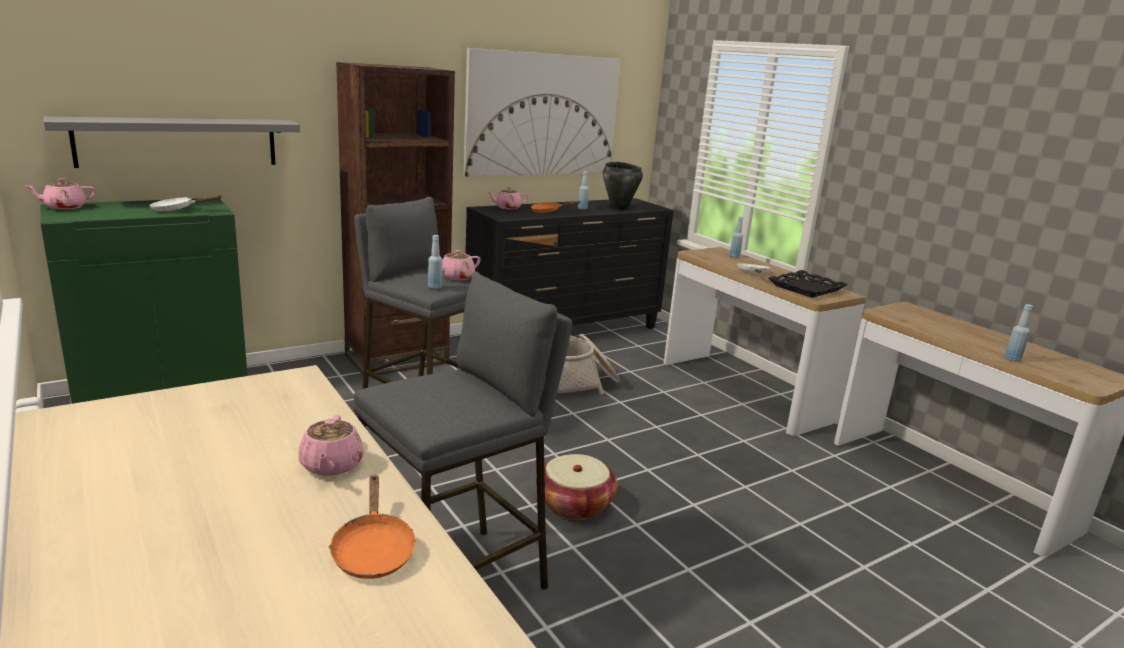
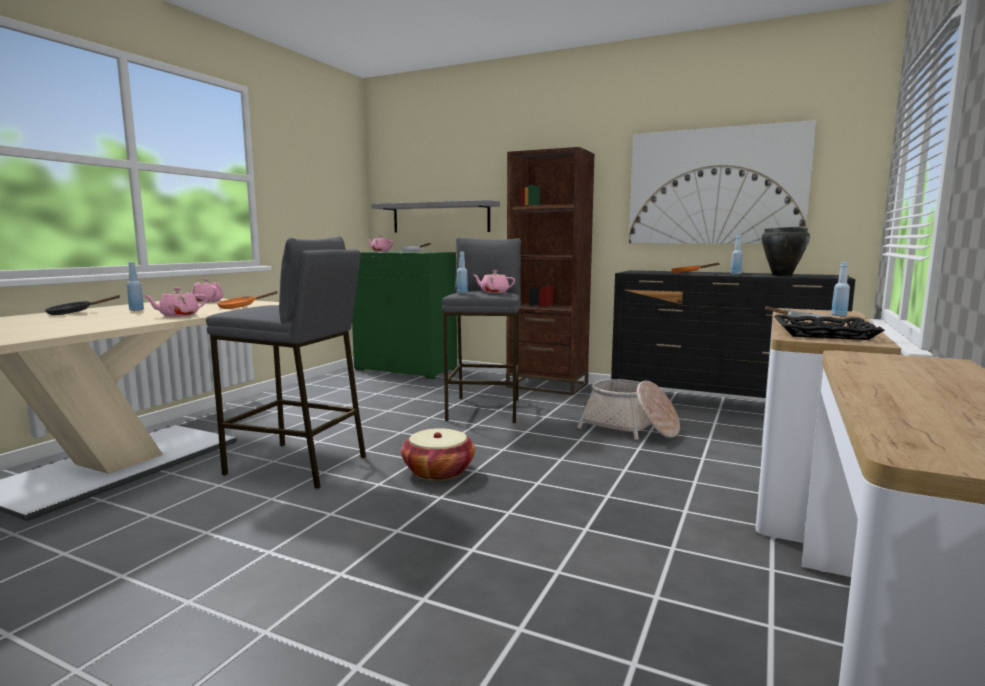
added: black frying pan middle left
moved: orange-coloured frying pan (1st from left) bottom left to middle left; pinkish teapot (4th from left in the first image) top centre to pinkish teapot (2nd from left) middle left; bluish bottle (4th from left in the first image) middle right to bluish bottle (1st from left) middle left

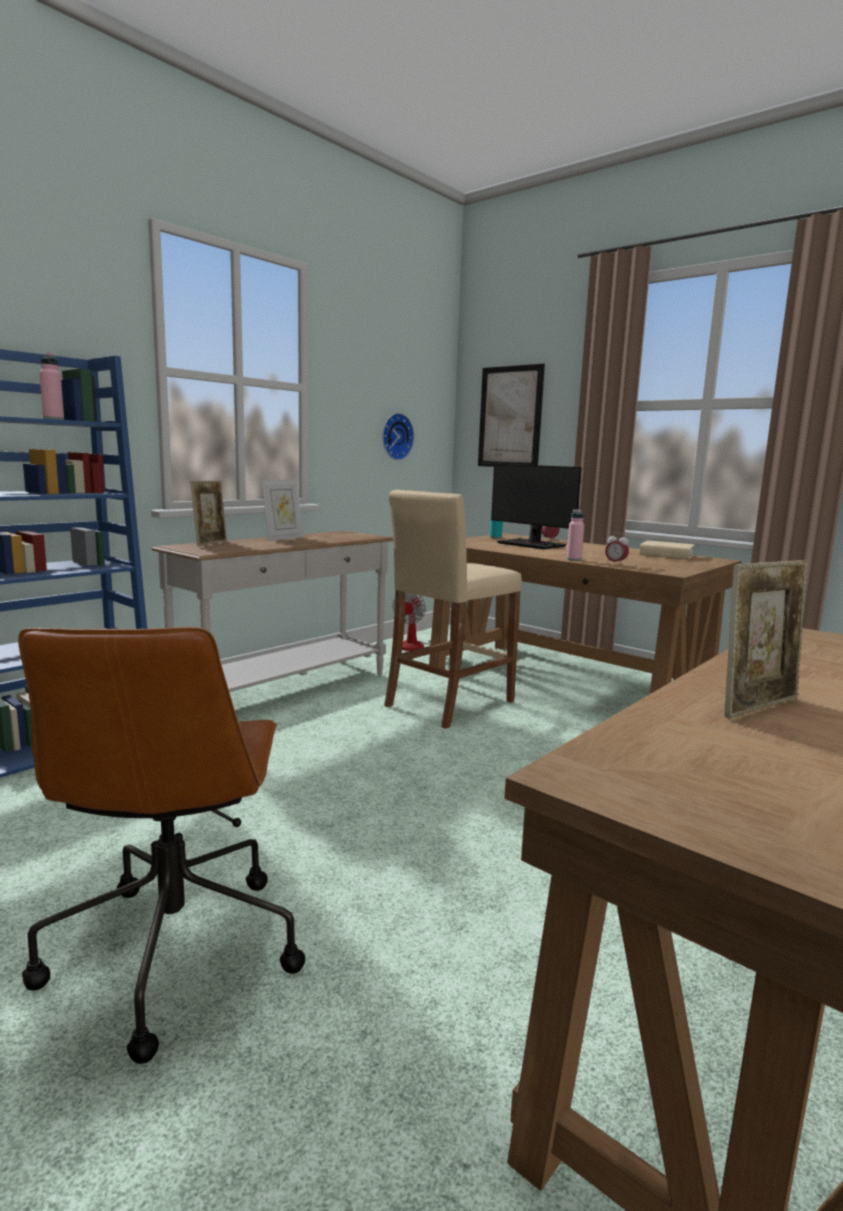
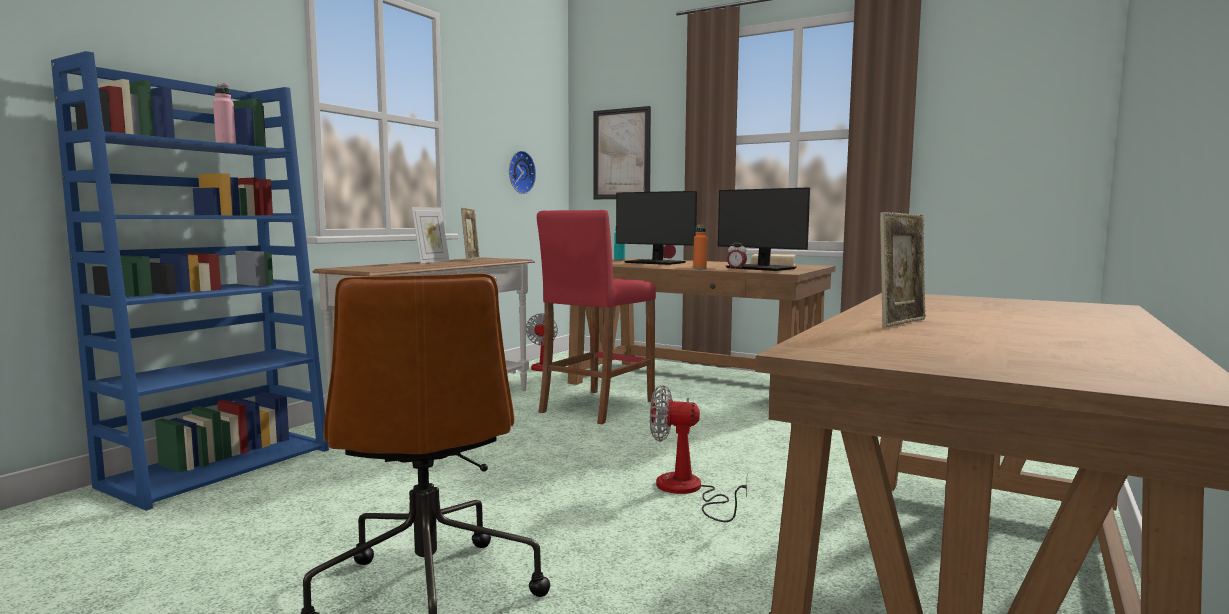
added: fan (2nd from left) bottom centre; monitor (2nd from left) centre
moved: photo frame (1st from left in the first image) middle left to photo frame (2nd from left) centre
recoloured: beige sitting stool centre to red-coloured sitting stool centre; pinkish bottle (2nd from left) middle right to orange-coloured bottle centre

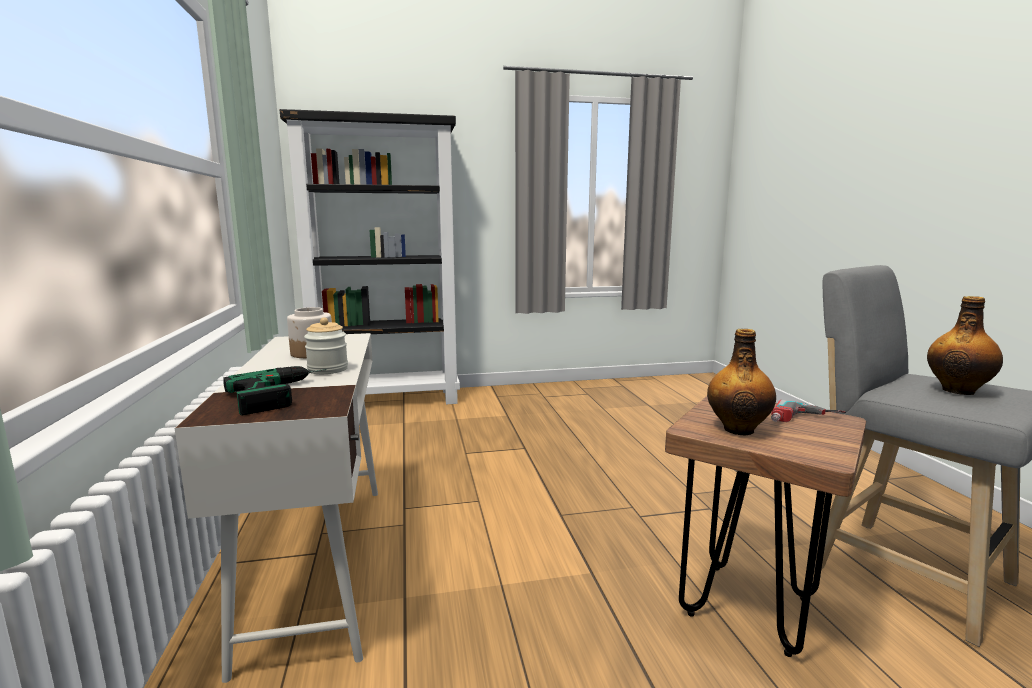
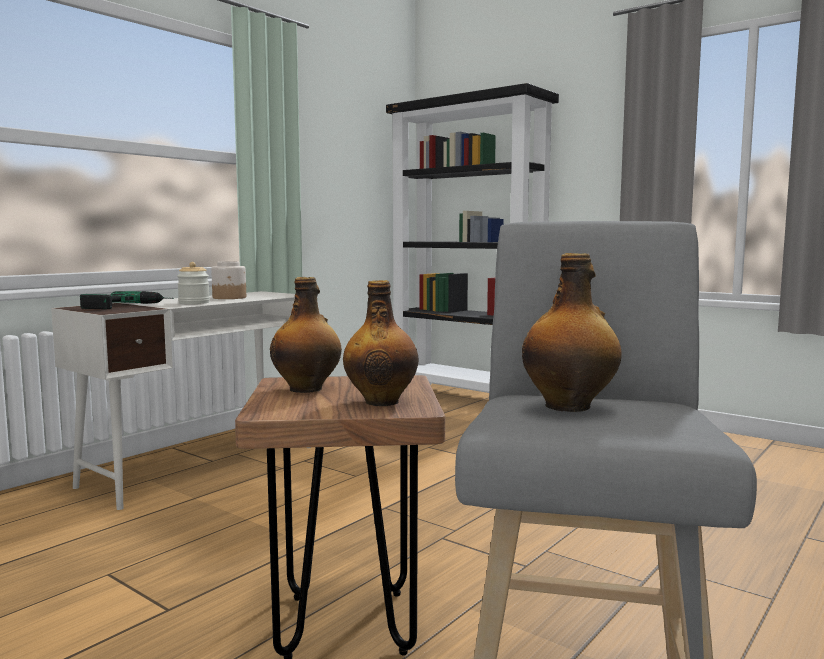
replaced: power drill (2nd from left) middle right to bottle (2nd from left) centre

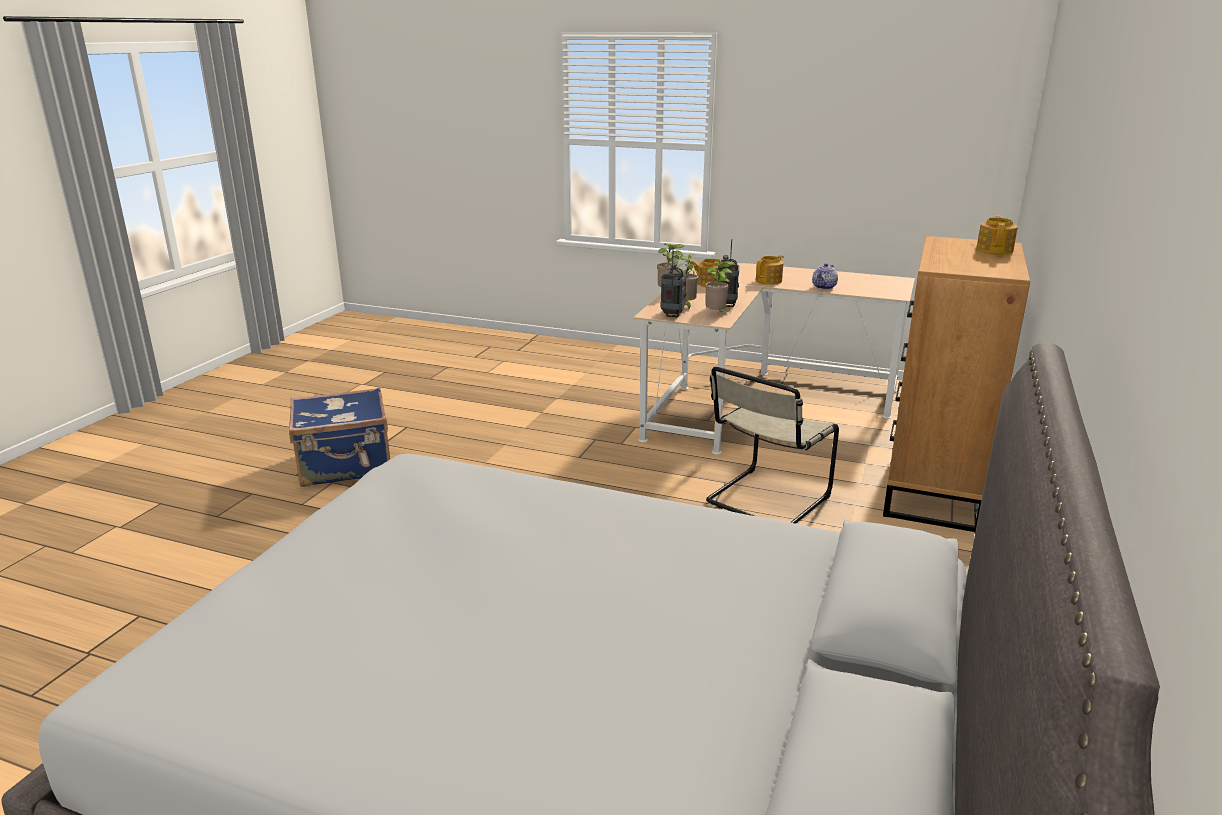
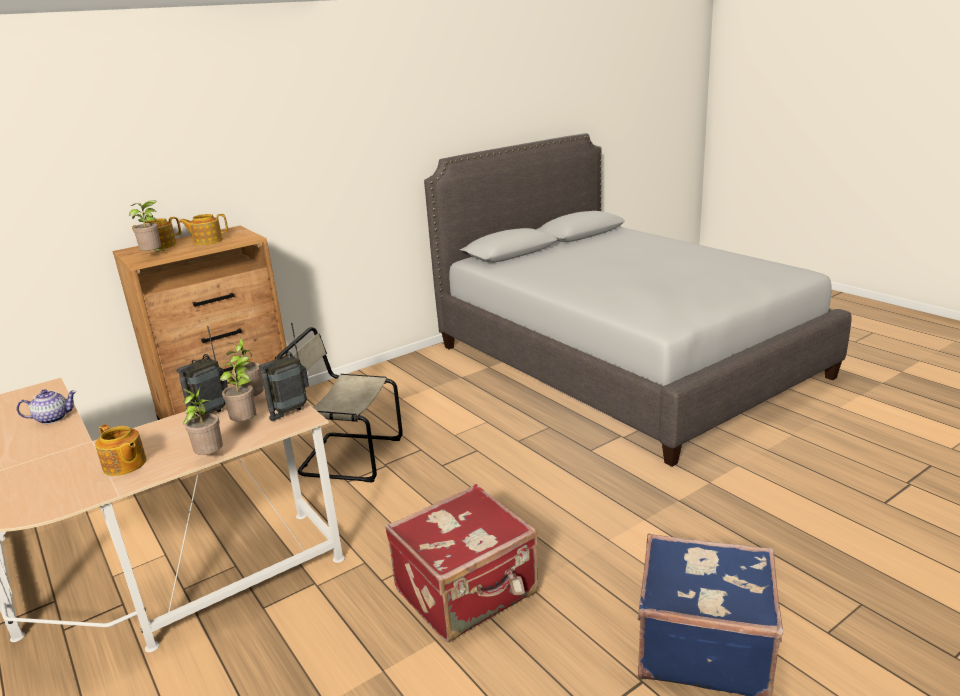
added: houseplant (1st from left) top left; red-coloured travel case bottom centre
moved: teapot (2nd from left in the first image) top centre to teapot (4th from left) top left
turned: beige upright chair centre = centre 150 degrees counterclockwise

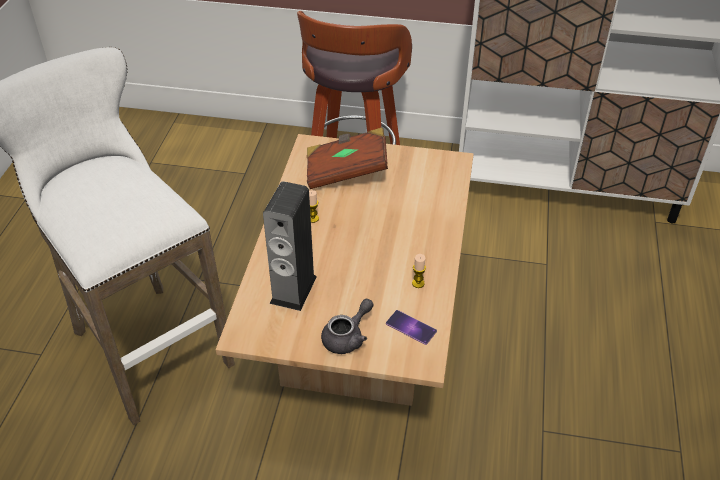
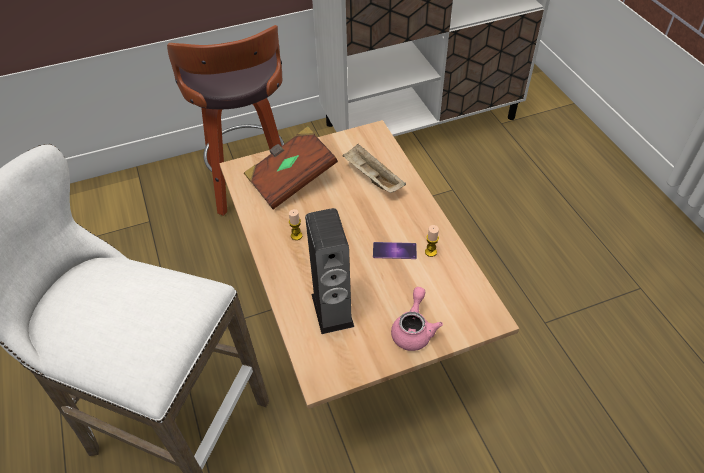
added: beige tray centre
moved: telephone bottom centre to centre
recoloured: grey teapot bottom centre to pinkish teapot bottom centre

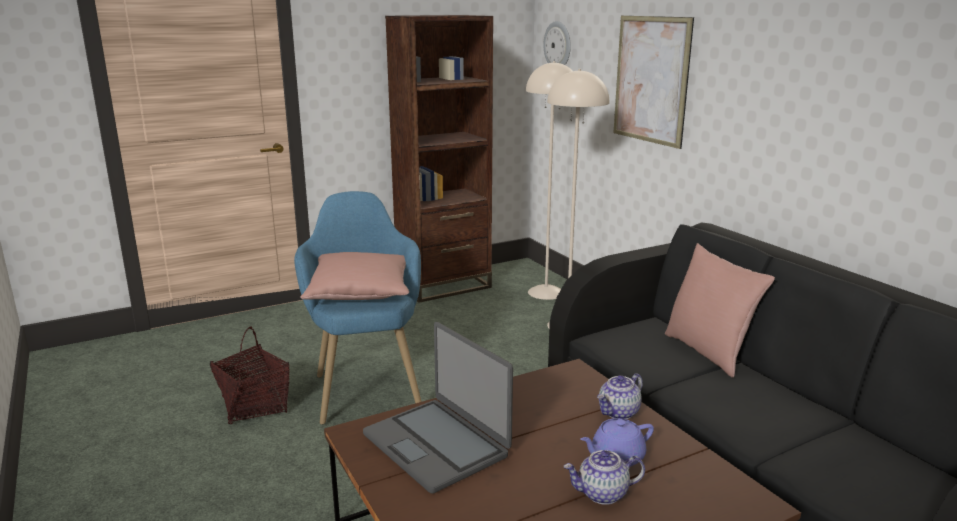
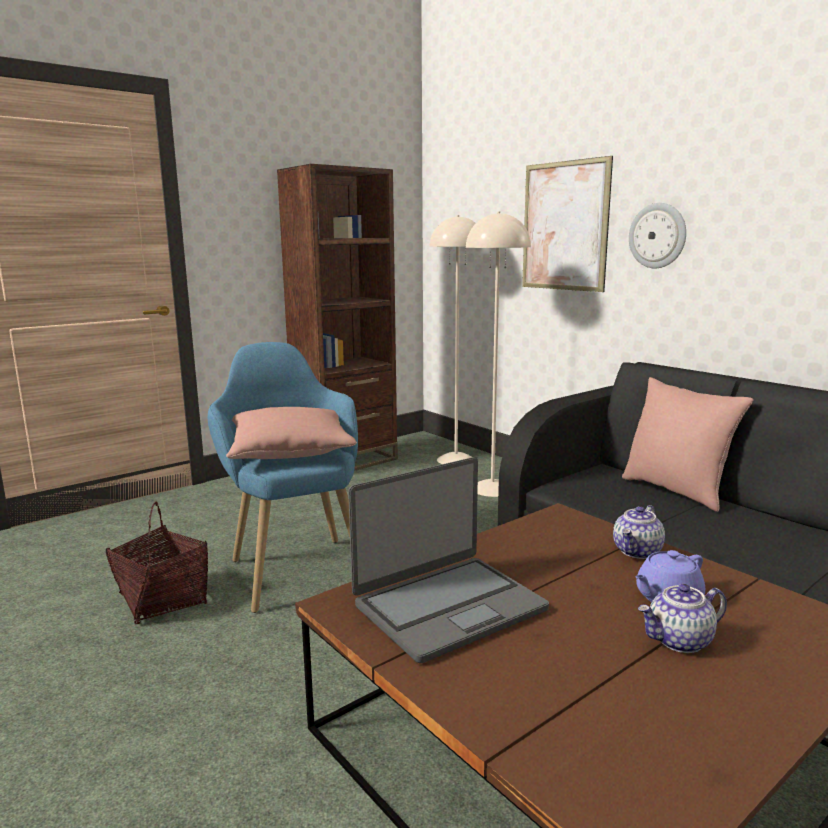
moved: clock on the wall top centre to top right
turned: portable computer bottom centre = bottom centre 75 degrees counterclockwise

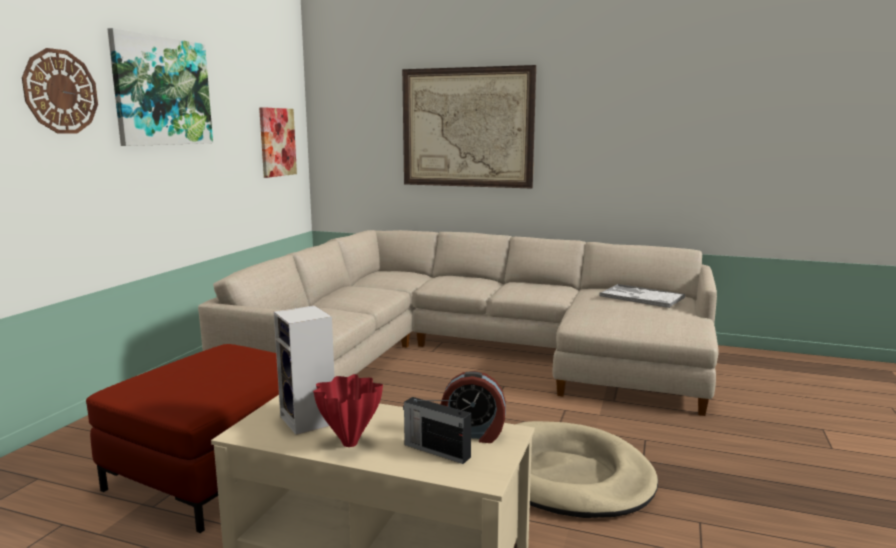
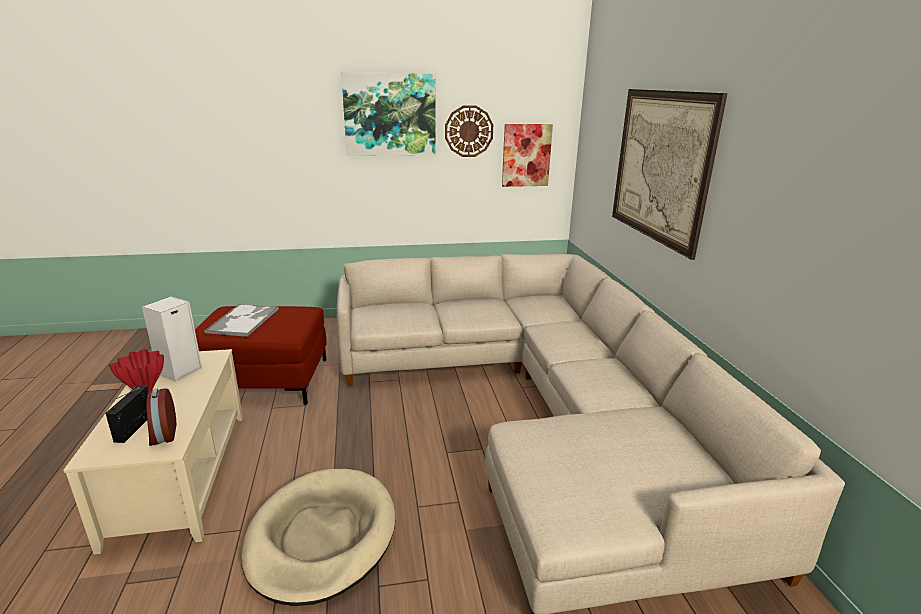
moved: clock on the wall top left to top centre; tray middle right to middle left

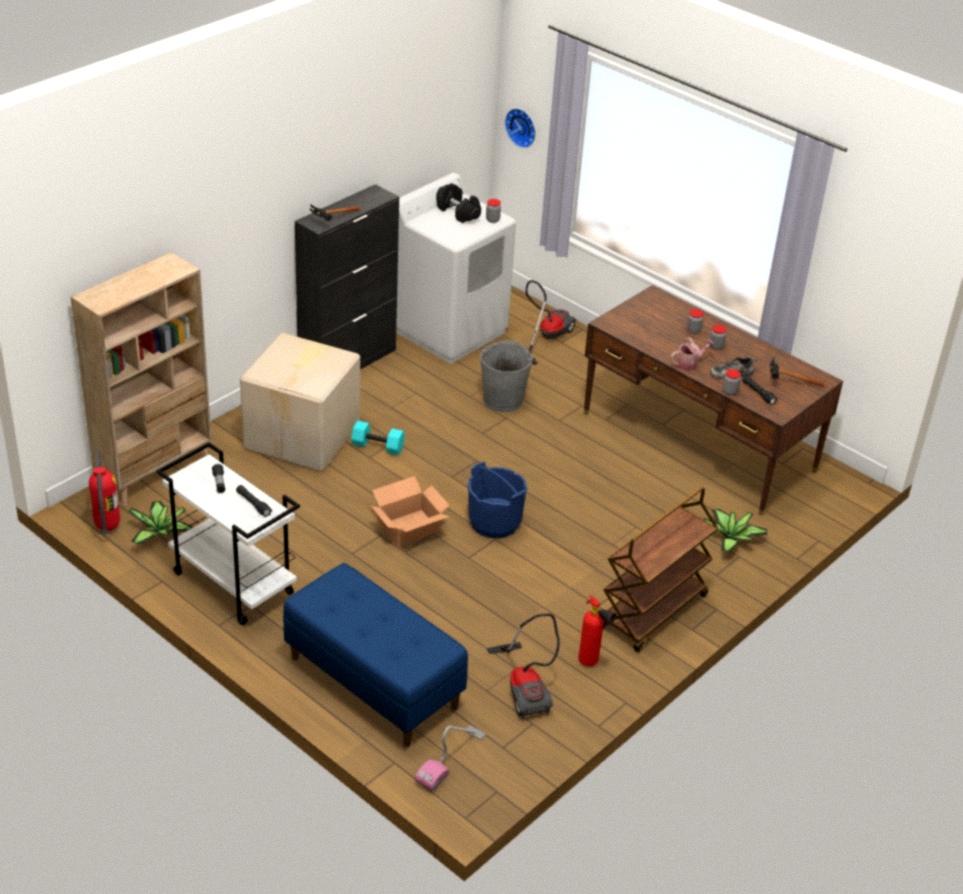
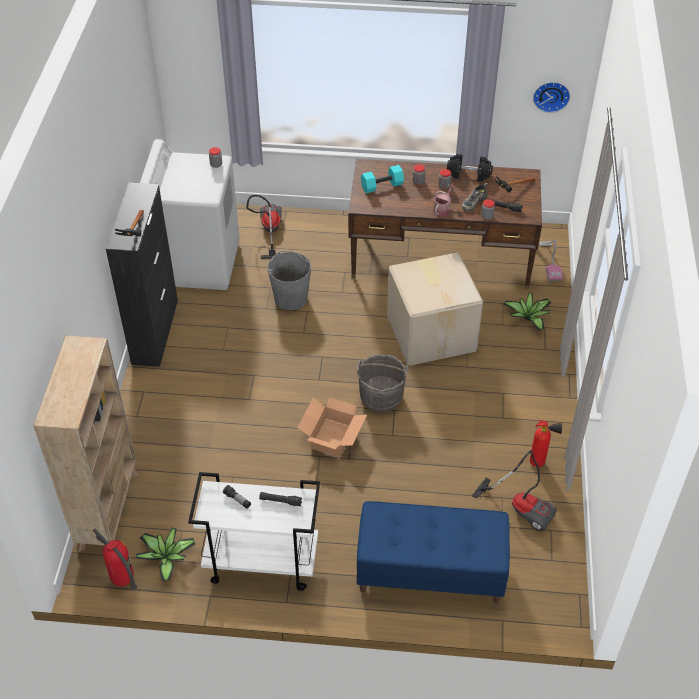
removed: brownish trolley middle right
moved: packing box (1st from left in the first image) middle left to packing box (2nd from left) centre; blue-green free weight centre to top centre; vacuum cleaner (1st from left in the first image) bottom centre to vacuum cleaner (3rd from left) middle right; black free weight top centre to top right; clock on the wall top centre to top right
recoloured: bluish water bucket centre to grey water bucket (2nd from left) centre

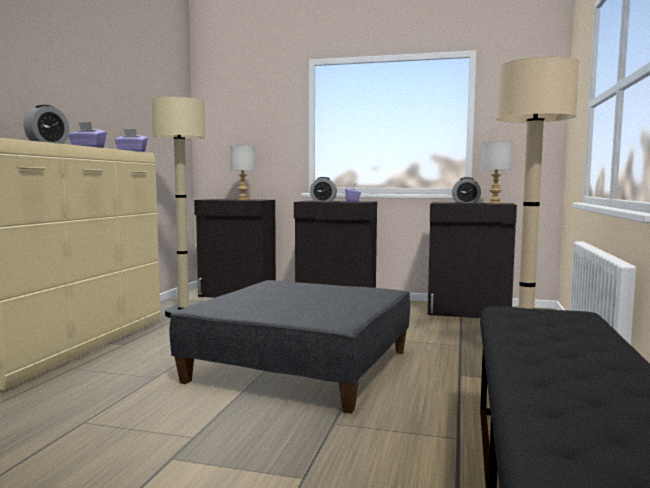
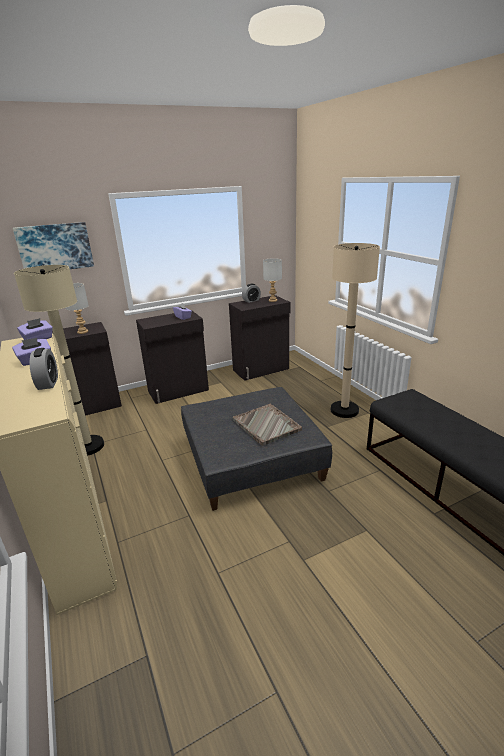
removed: bedside clock (2nd from left) centre
added: wall art top left; grey tray centre

